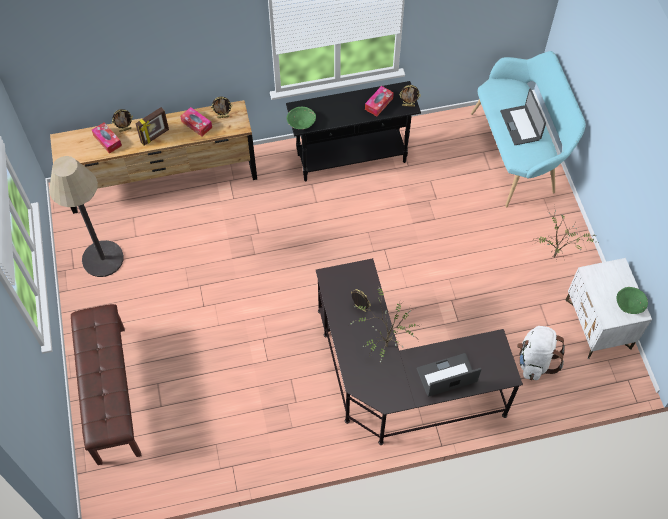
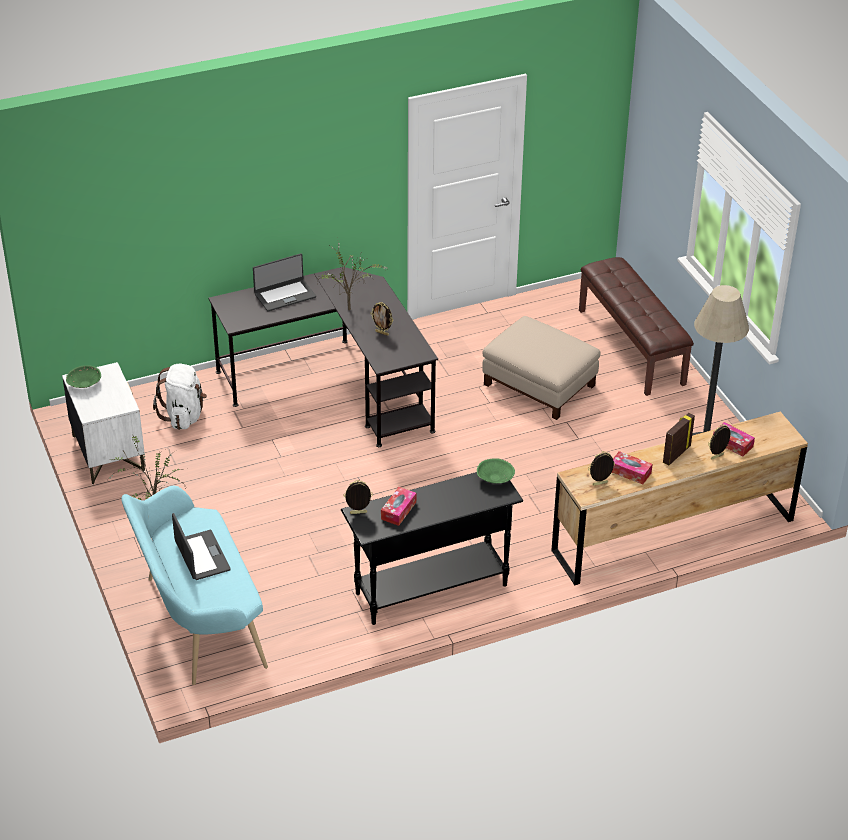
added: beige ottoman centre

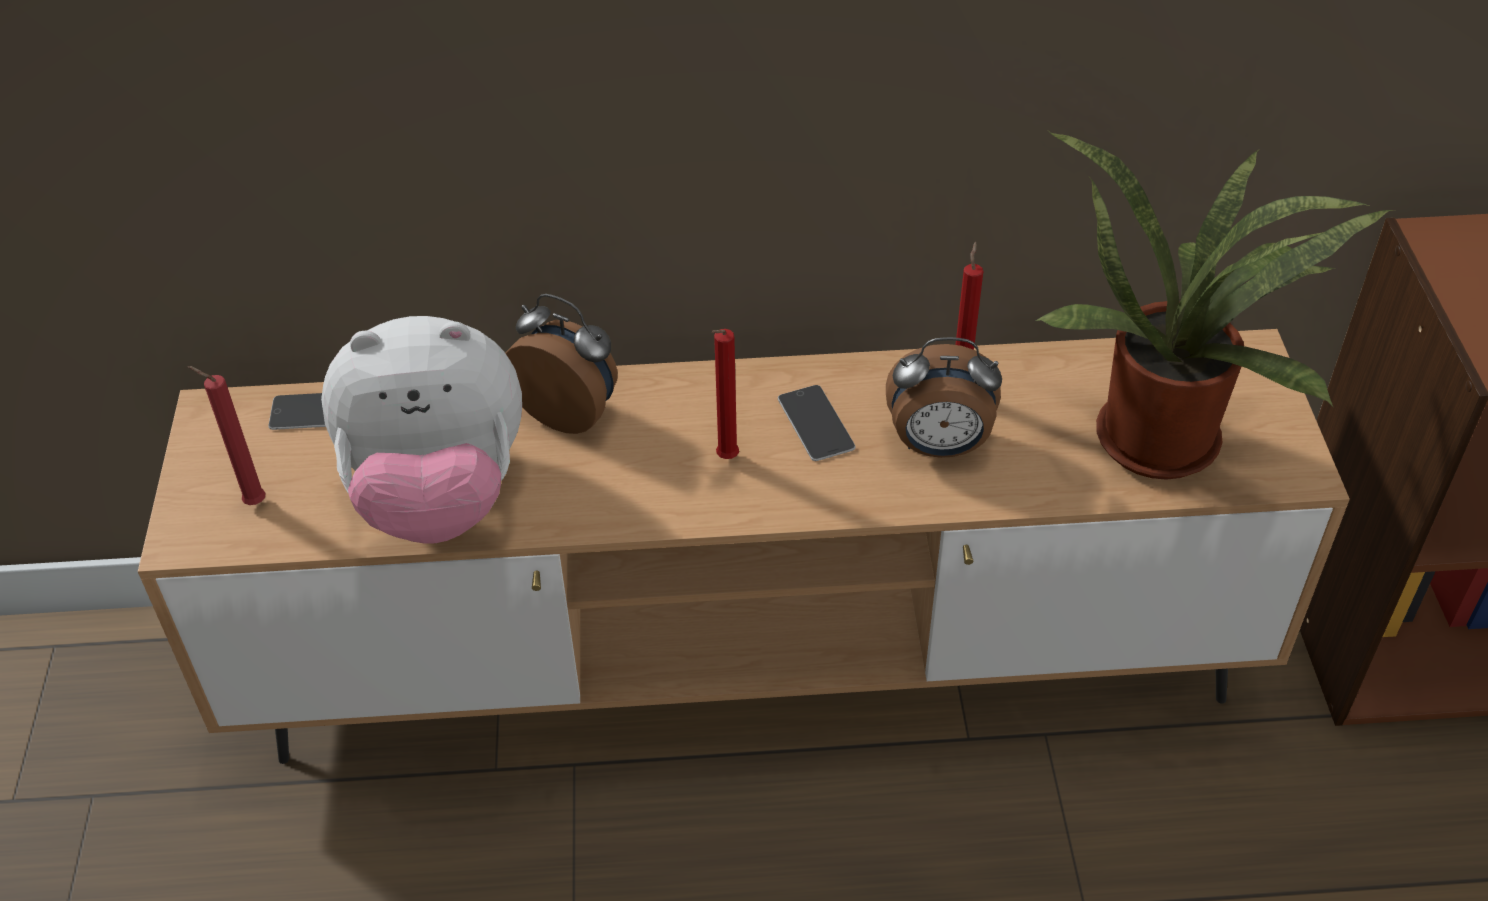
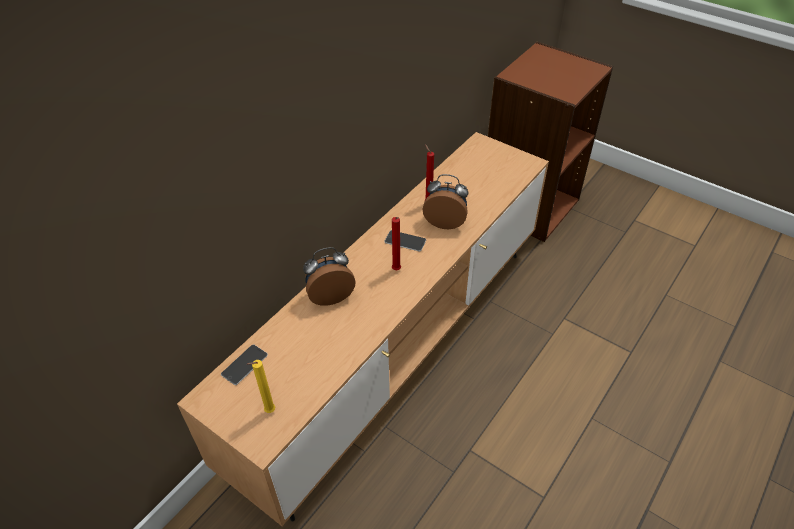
removed: cuddly toy middle left; houseplant middle right
recoloured: red-coloured wax light (1st from left) middle left to yellowish wax light bottom left
turned: bedside clock (2nd from left) centre = centre 120 degrees counterclockwise

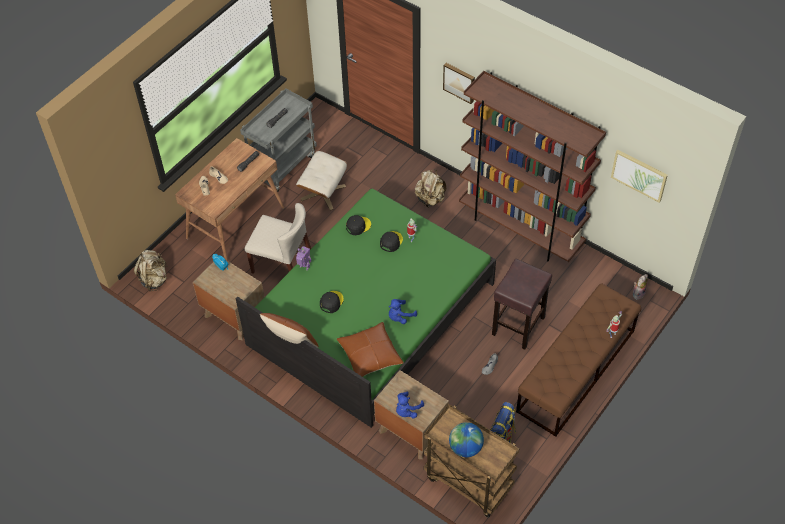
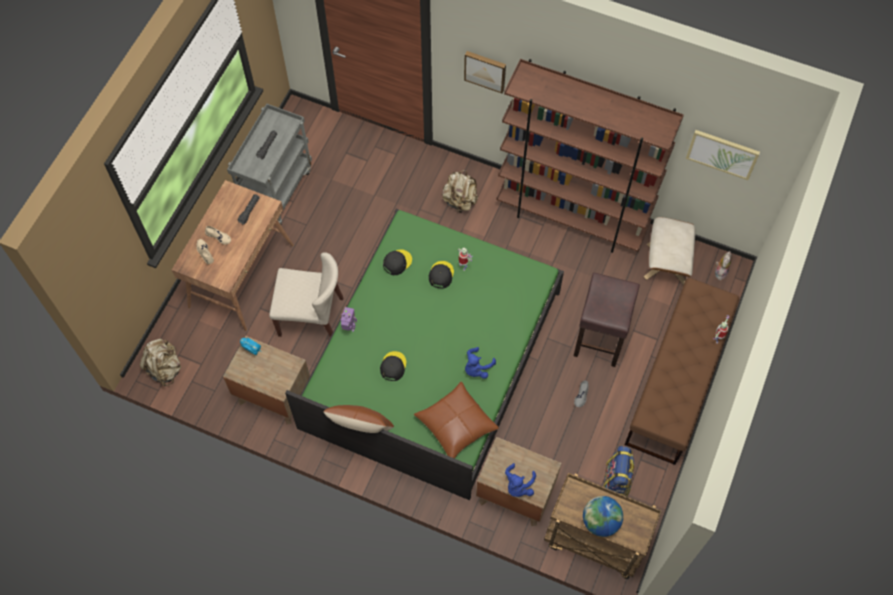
moved: beige ottoman centre to middle right

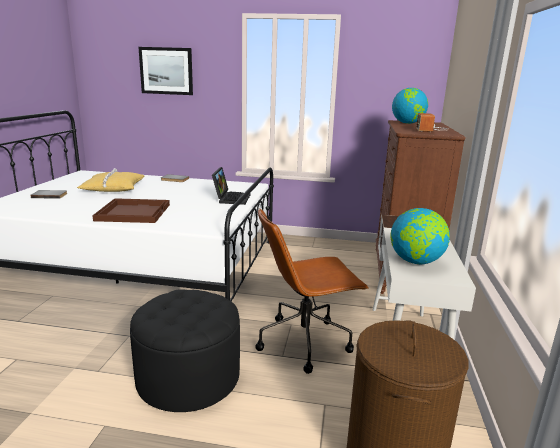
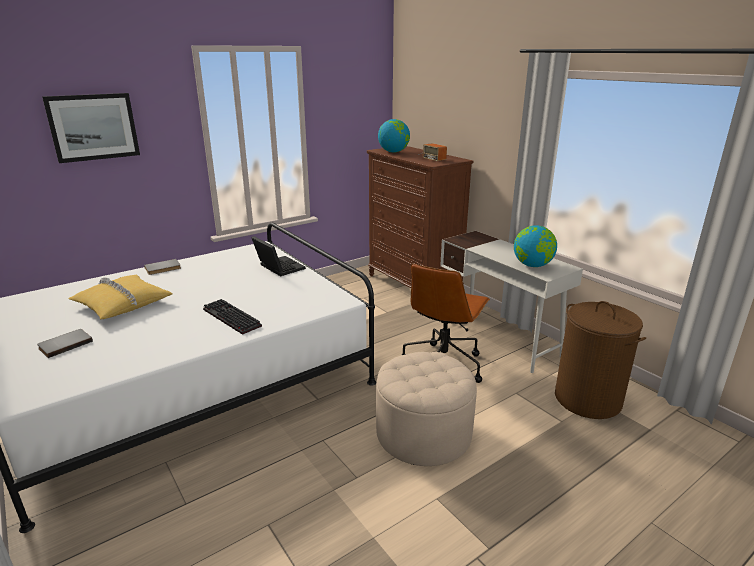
replaced: brownish tray middle left to keyboard middle left
recoloured: black ottoman bottom left to beige ottoman bottom centre

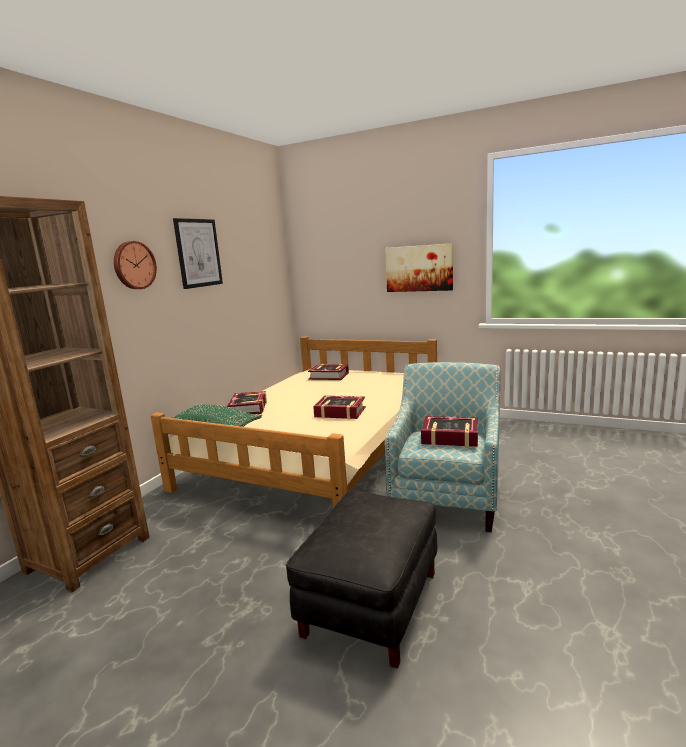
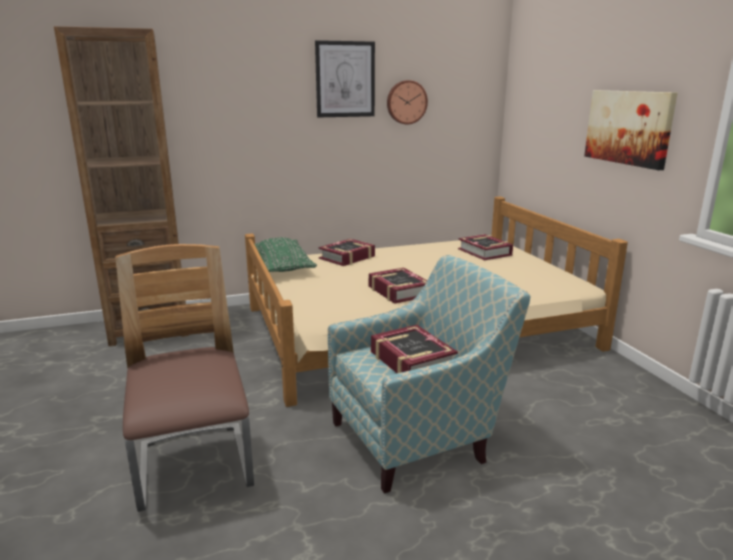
moved: clock on the wall middle left to top centre
replaced: black ottoman bottom centre to upright chair bottom left

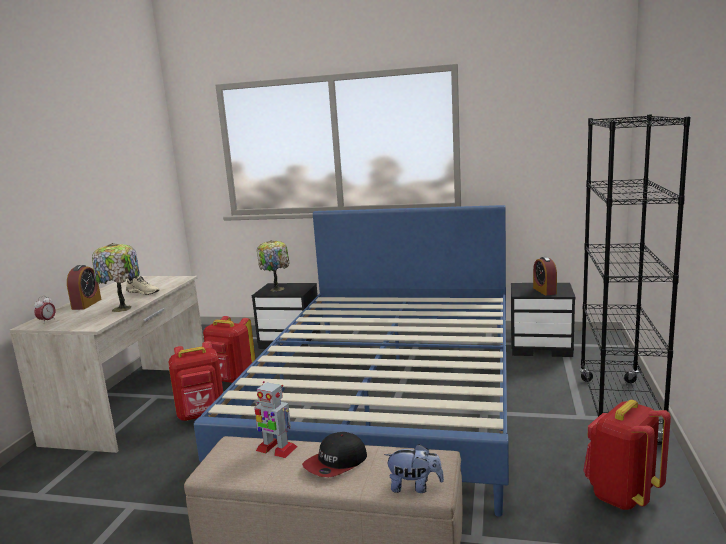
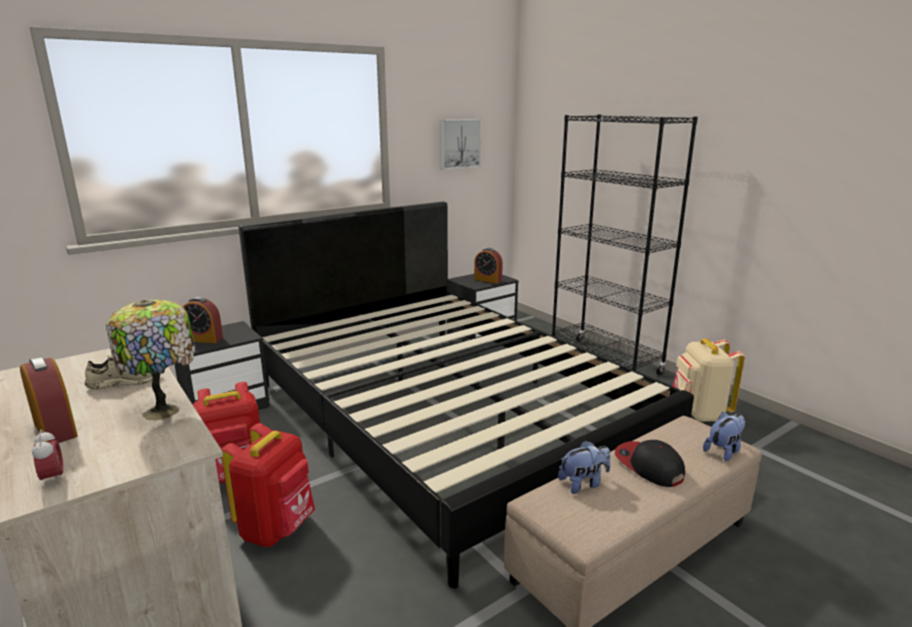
added: wall art top centre
replaced: toy robot bottom centre to cuddly toy (1st from left) bottom centre; tabletop lamp (2nd from left) centre to bedside clock (3rd from left) middle left
recoloured: bluish bed centre to black bed centre; red-coloured backpack (3rd from left) bottom right to beige backpack middle right
turned: baseball cap bottom centre = bottom right 150 degrees clockwise

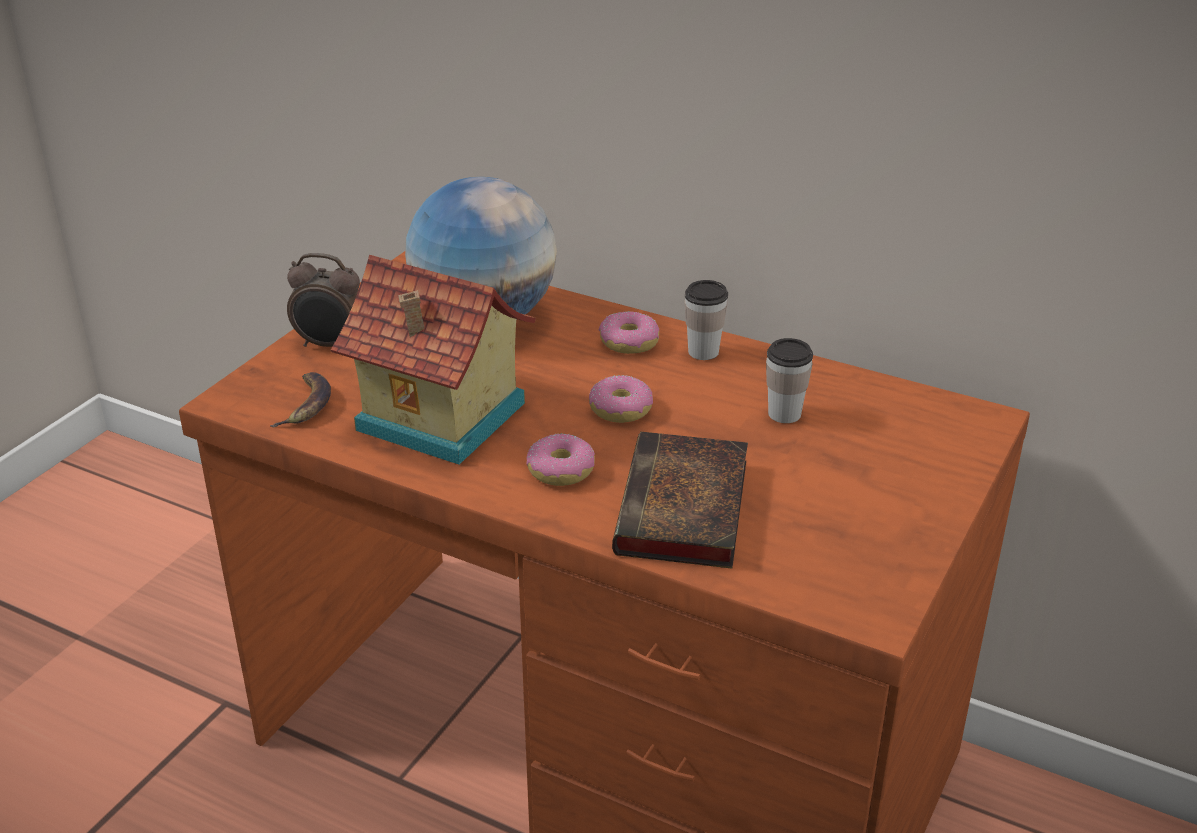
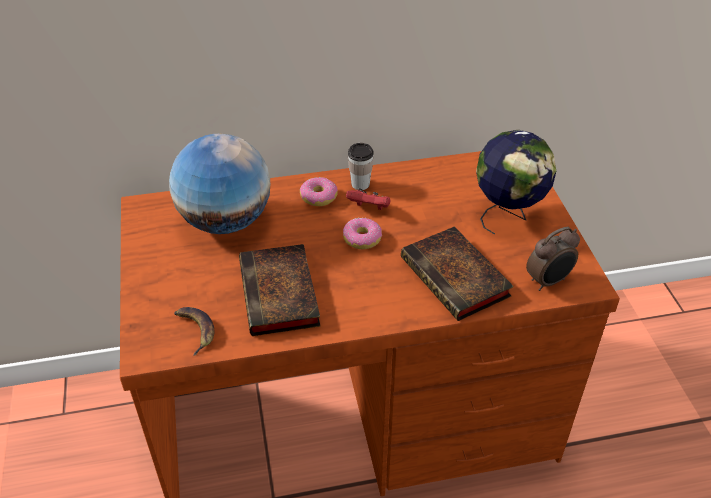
removed: doughnut (1st from left) centre; drinking cup (2nd from left) centre
added: red-coloured gamepad centre; globe (2nd from left) middle right
moved: bedside clock middle left to middle right
replaced: model house centre to book (1st from left) centre

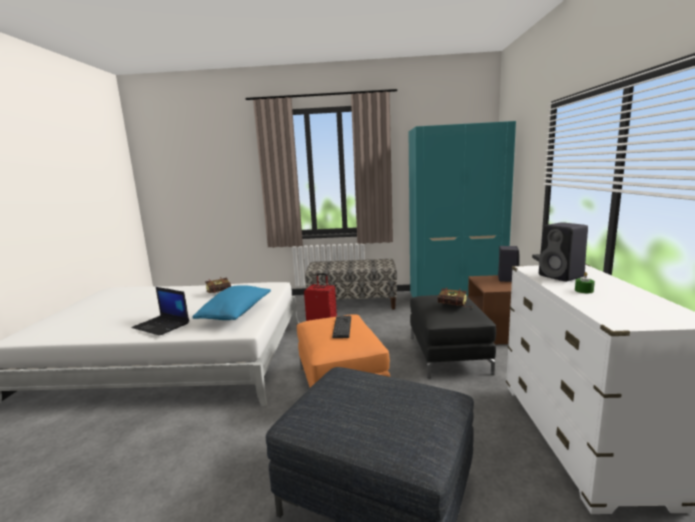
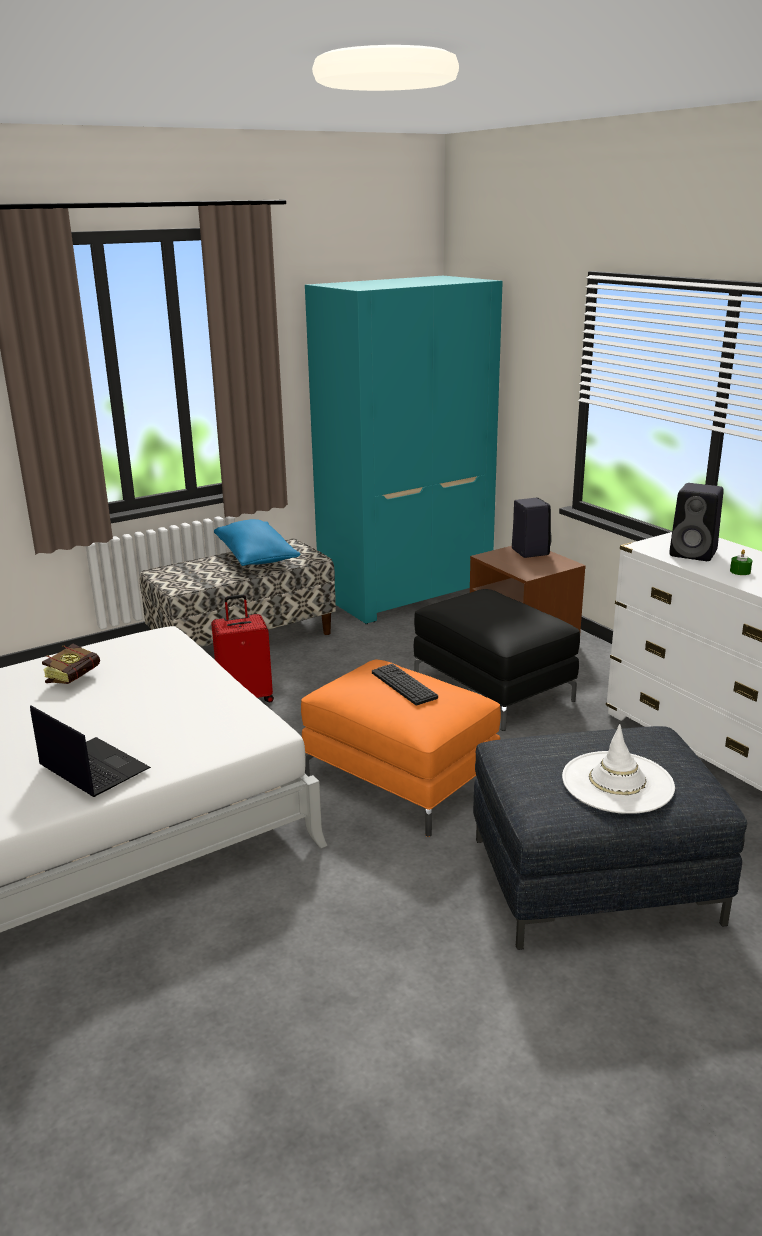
removed: book (2nd from left) centre
added: white-coloured hat middle right
moved: bluish pillow middle left to centre
turned: portable computer middle left = middle left 135 degrees counterclockwise

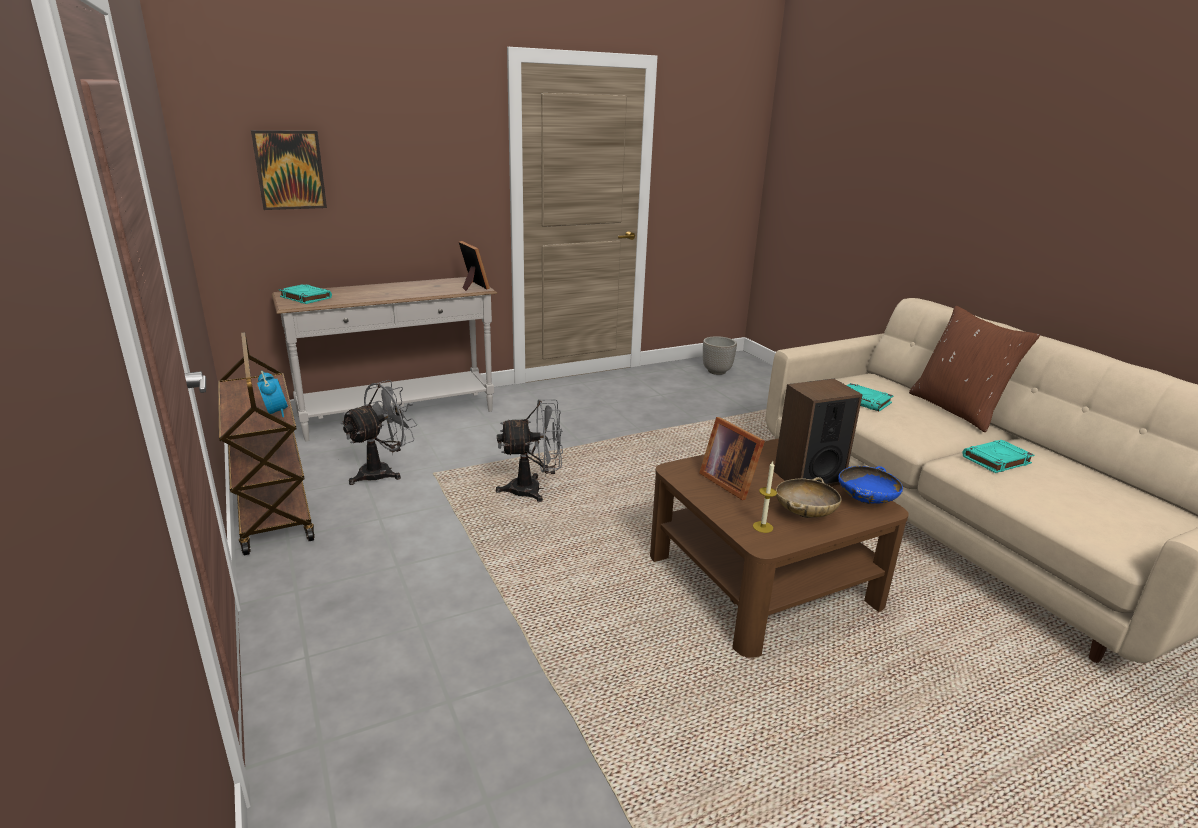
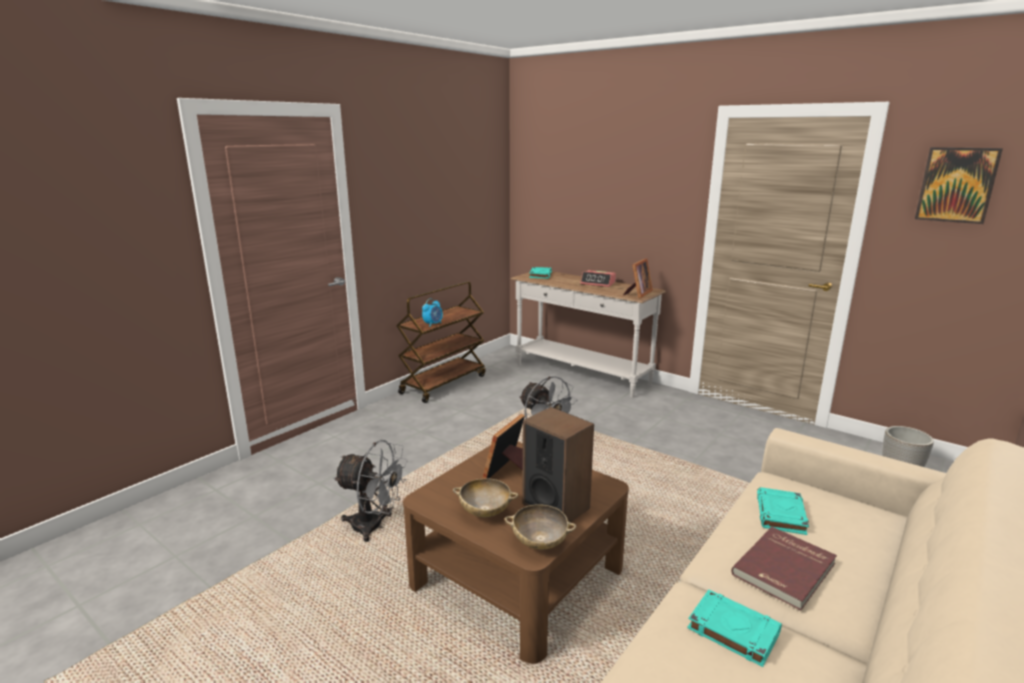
removed: wax light centre; brownish pillow middle right
added: bedside clock (2nd from left) centre; red-coloured book bottom right
moved: wall art top left to top right; grey fan (1st from left) middle left to bottom centre
recoloured: bluish bowl middle right to beige bowl (2nd from left) bottom centre

